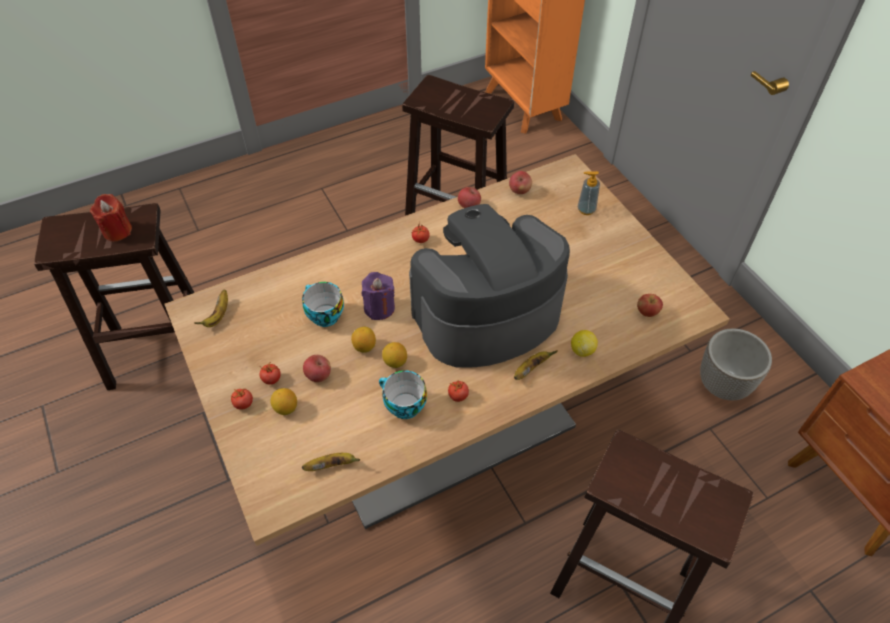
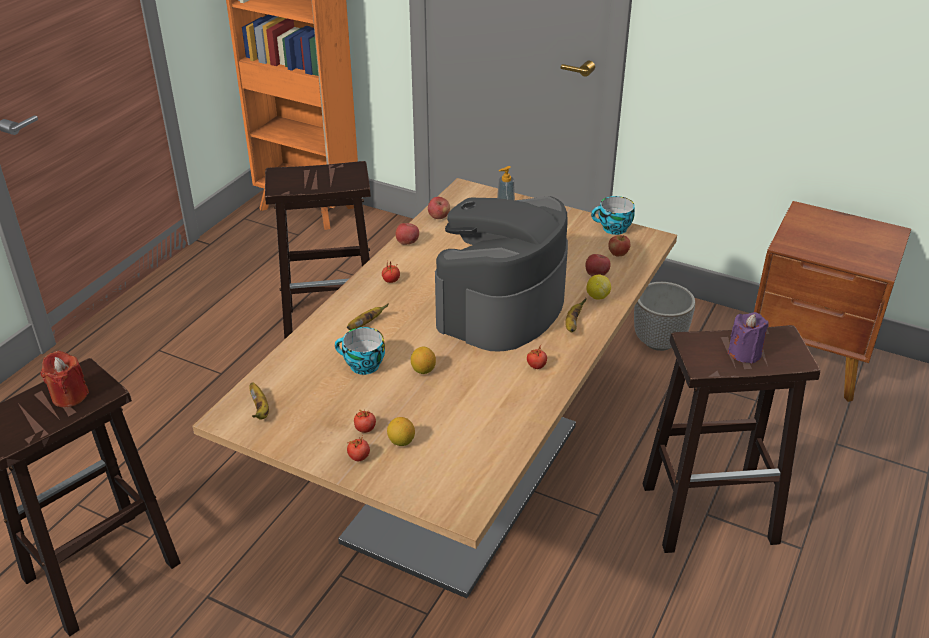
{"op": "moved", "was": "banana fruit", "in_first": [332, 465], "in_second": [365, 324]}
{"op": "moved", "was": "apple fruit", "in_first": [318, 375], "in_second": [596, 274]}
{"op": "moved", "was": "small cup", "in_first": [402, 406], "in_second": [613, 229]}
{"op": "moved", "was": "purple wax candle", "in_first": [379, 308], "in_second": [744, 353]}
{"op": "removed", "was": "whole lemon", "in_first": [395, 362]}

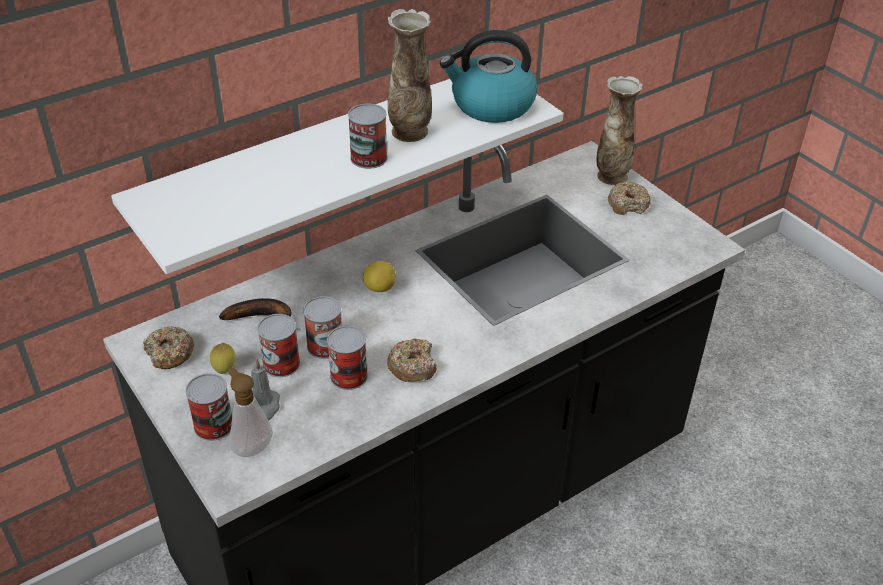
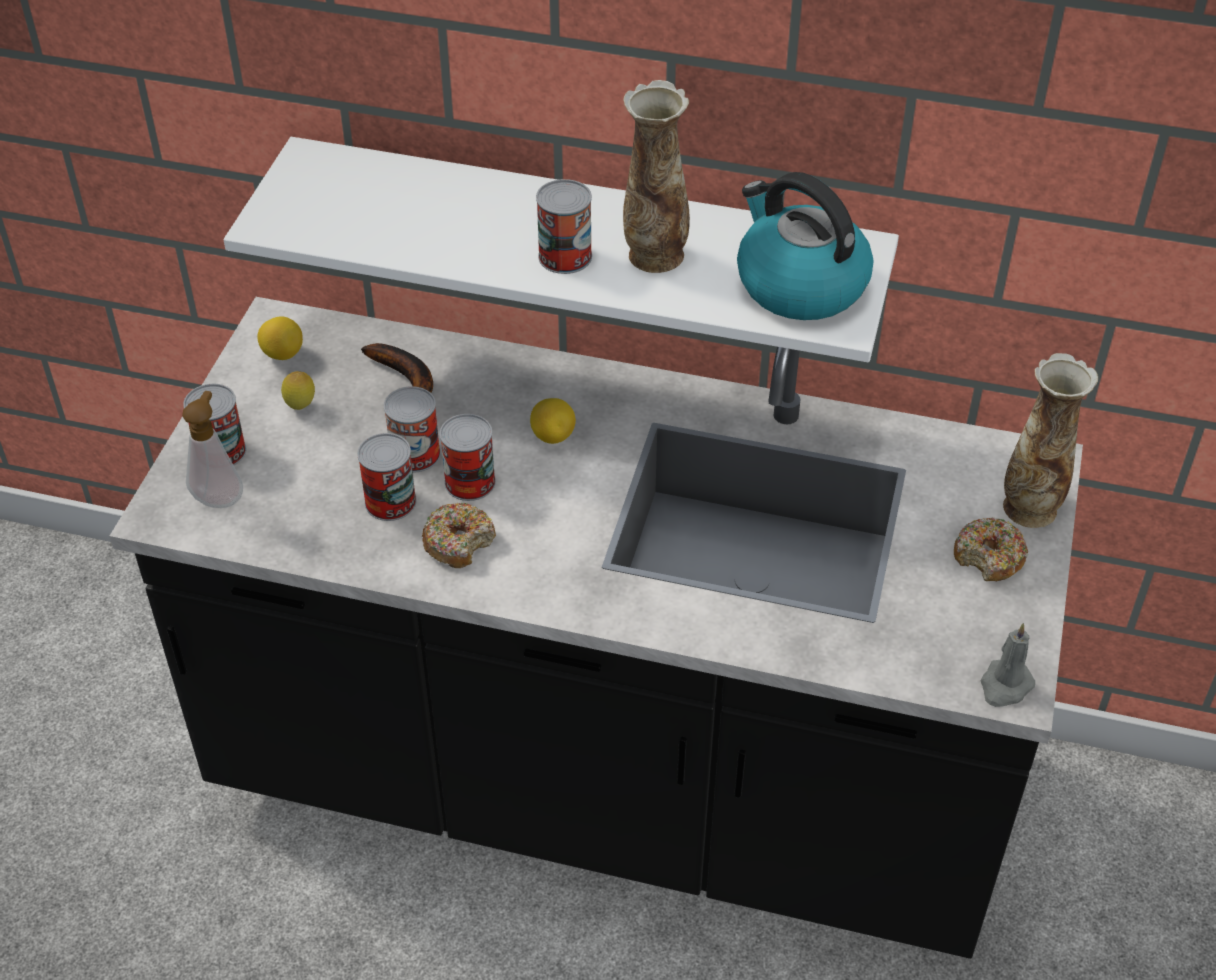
{"op": "replaced", "was": "doughnut", "now": "whole lemon", "in_first": [170, 354], "in_second": [282, 354]}
{"op": "moved", "was": "sealed can", "in_first": [281, 363], "in_second": [470, 482]}
{"op": "moved", "was": "gray wax candle", "in_first": [263, 406], "in_second": [1005, 686]}

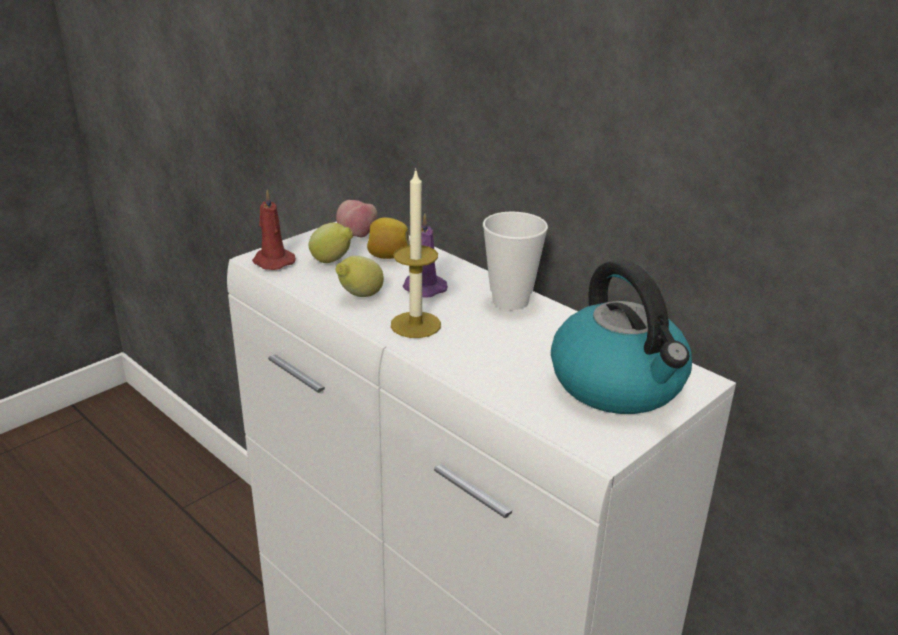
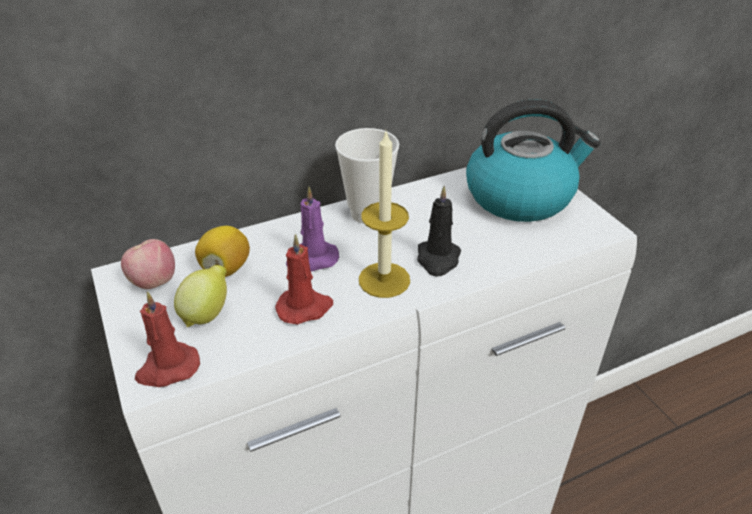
{"op": "replaced", "was": "whole lemon", "now": "red wax candle", "in_first": [359, 296], "in_second": [305, 308]}
{"op": "added", "now": "black-coloured wax candle", "in_second": [438, 259]}

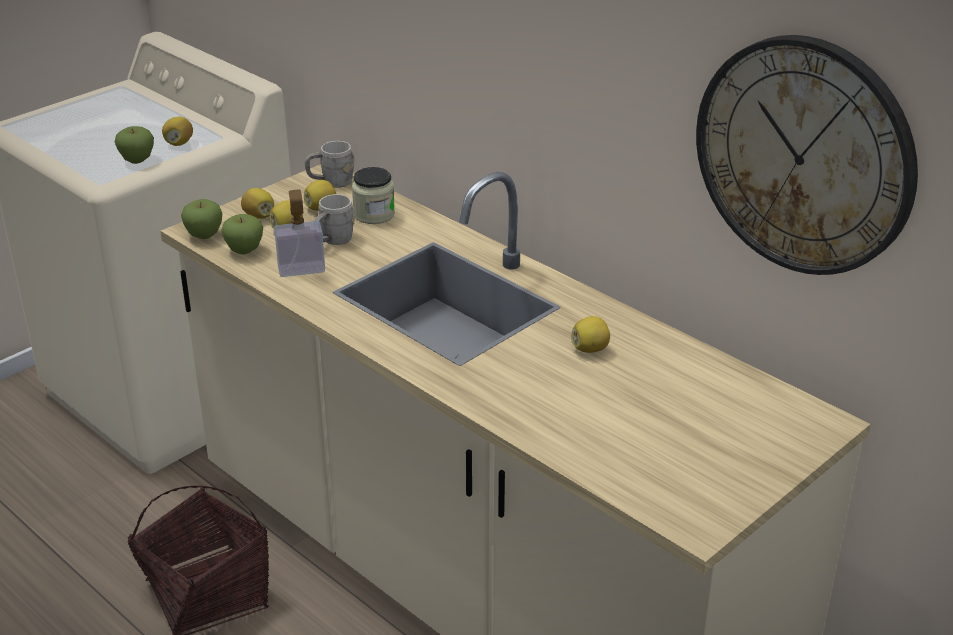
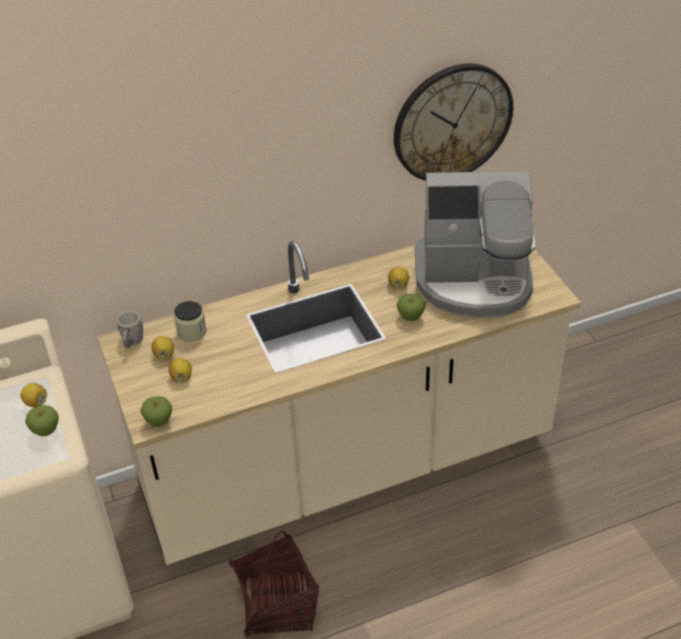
{"op": "moved", "was": "apple fruit", "in_first": [244, 250], "in_second": [410, 317]}
{"op": "added", "now": "coffee brewer", "in_second": [474, 280]}
{"op": "removed", "was": "whole lemon", "in_first": [259, 216]}
{"op": "removed", "was": "liquid soap bottle", "in_first": [301, 269]}
{"op": "removed", "was": "gray tea mug", "in_first": [333, 241]}

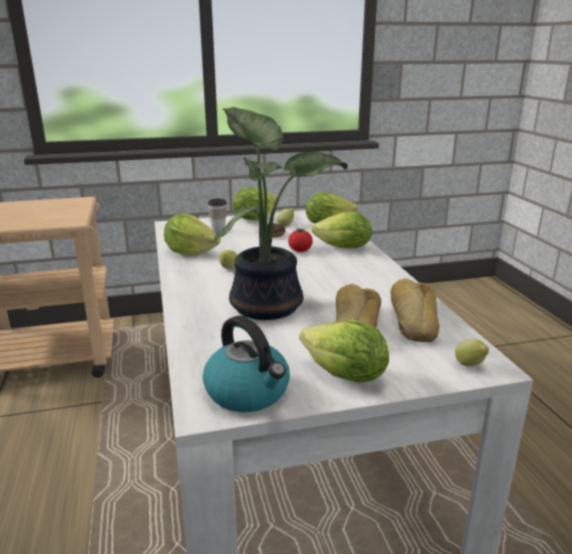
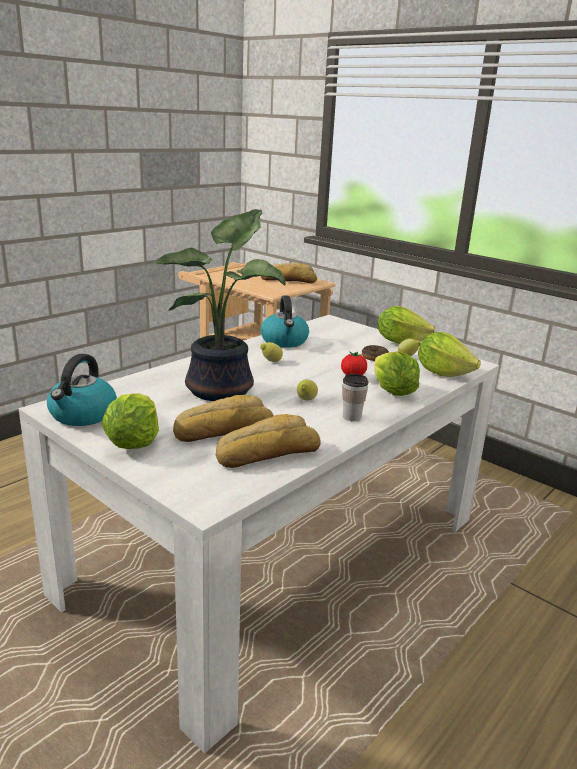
{"op": "added", "now": "baked bread", "in_second": [288, 280]}
{"op": "replaced", "was": "lettuce head", "now": "tea kettle", "in_first": [190, 252], "in_second": [284, 341]}
{"op": "moved", "was": "whole lemon", "in_first": [470, 366], "in_second": [306, 400]}
{"op": "moved", "was": "small cup", "in_first": [218, 230], "in_second": [352, 417]}

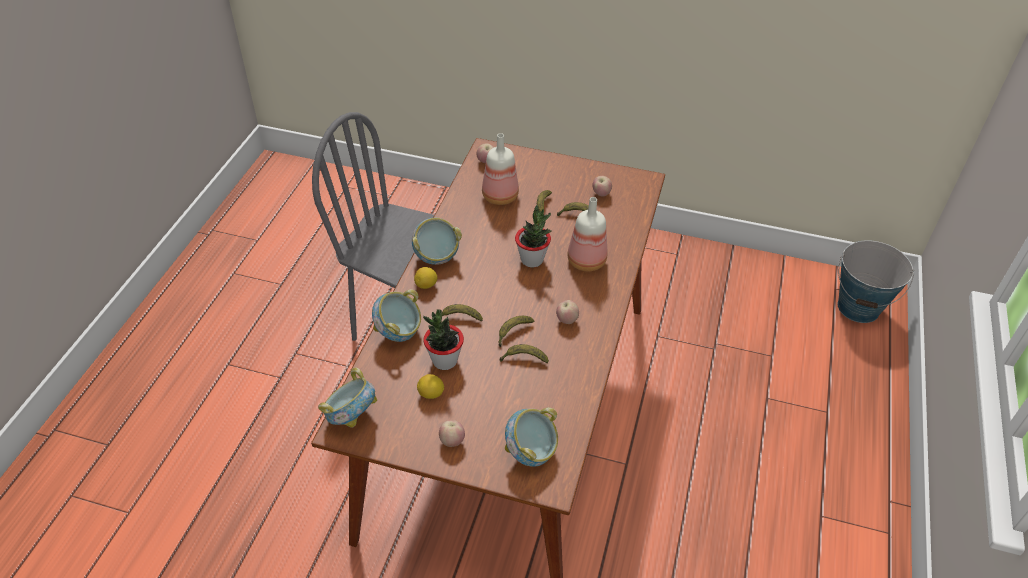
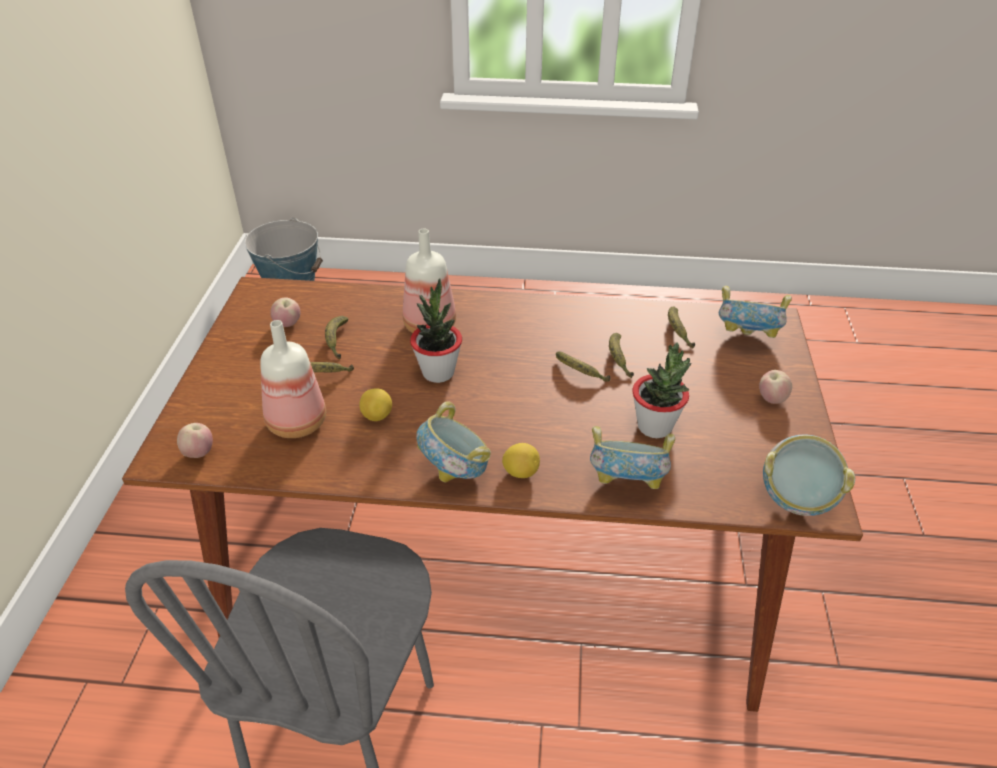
{"op": "moved", "was": "whole lemon", "in_first": [431, 394], "in_second": [377, 416]}
{"op": "moved", "was": "banana fruit", "in_first": [459, 318], "in_second": [677, 331]}
{"op": "removed", "was": "apple fruit", "in_first": [567, 320]}

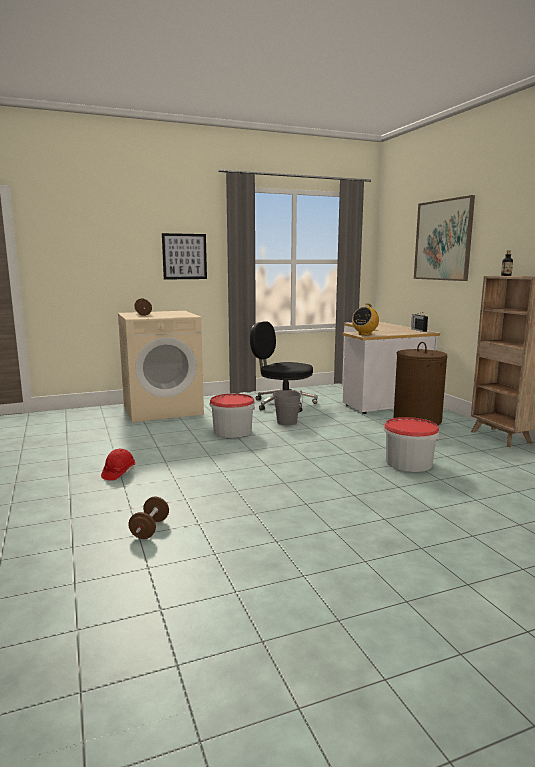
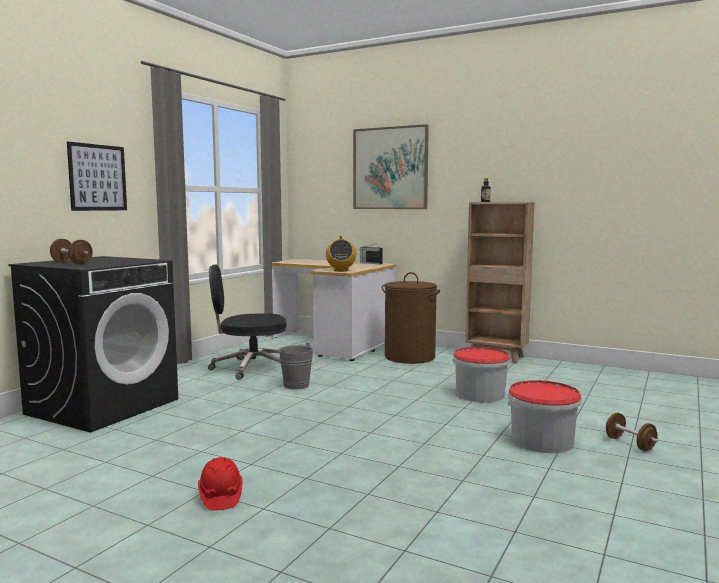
{"op": "recoloured", "was": "beige laundry machine", "now": "black-coloured laundry machine", "in_first": [163, 409], "in_second": [103, 406]}
{"op": "moved", "was": "bucket", "in_first": [232, 431], "in_second": [542, 441]}
{"op": "moved", "was": "brown hand weight", "in_first": [150, 529], "in_second": [630, 444]}

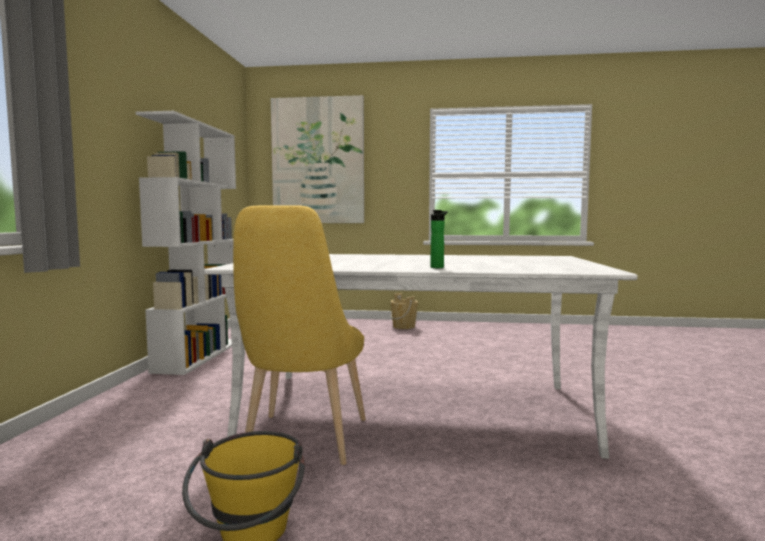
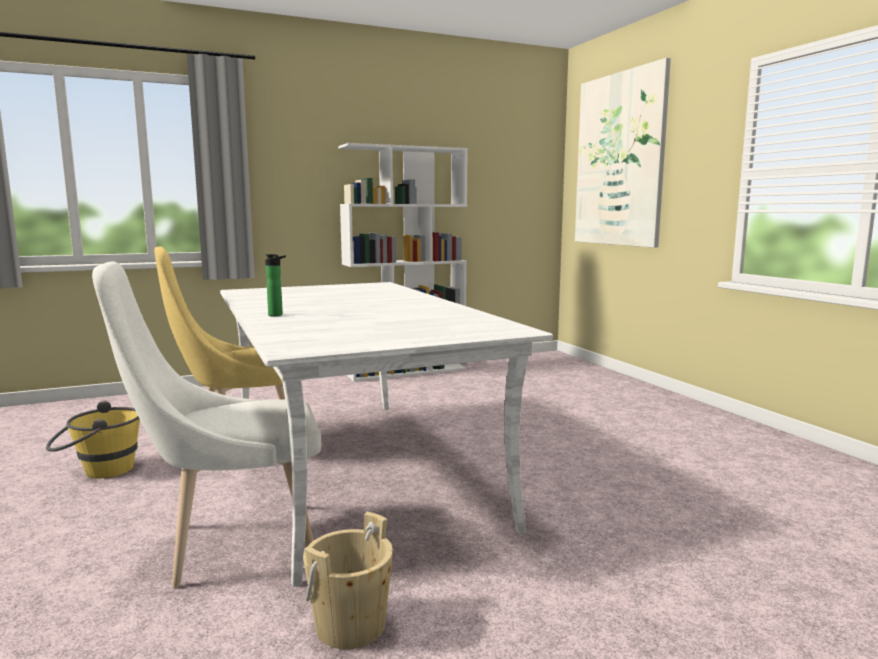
{"op": "added", "now": "whitish plain chair", "in_second": [232, 545]}
{"op": "moved", "was": "beige bucket", "in_first": [404, 326], "in_second": [350, 626]}

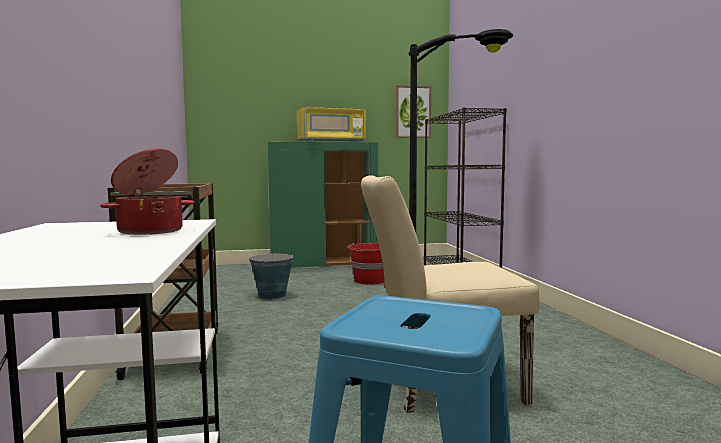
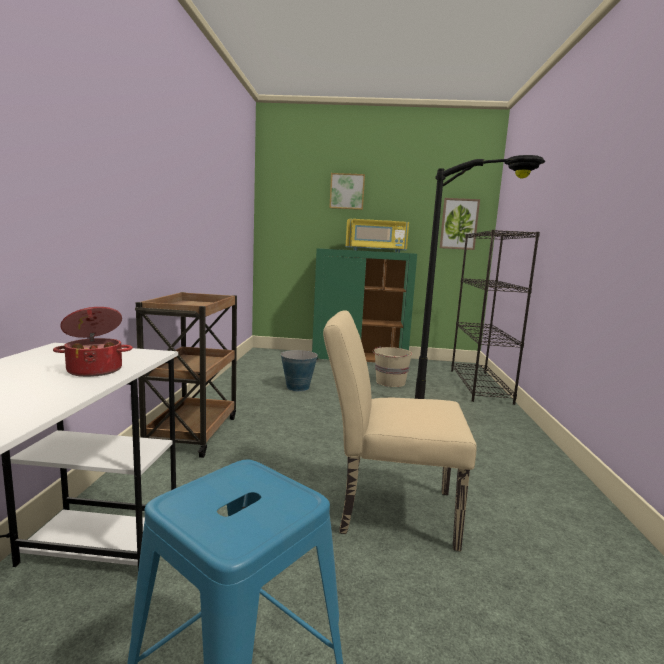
{"op": "added", "now": "wall art", "in_second": [347, 191]}
{"op": "recoloured", "was": "red bucket", "now": "beige bucket", "in_first": [369, 281], "in_second": [390, 382]}

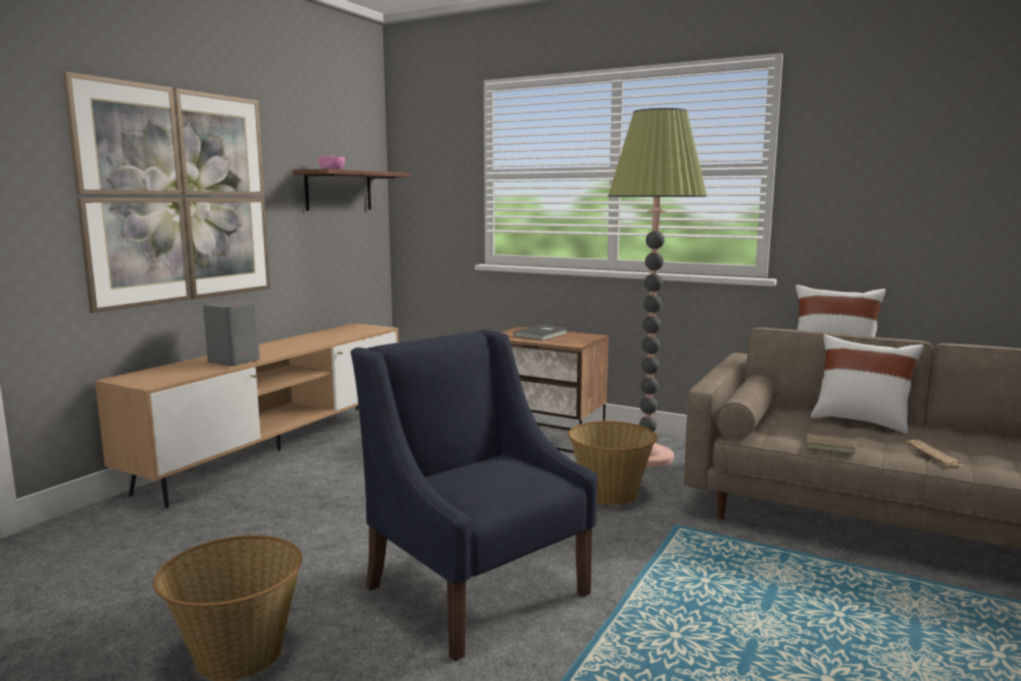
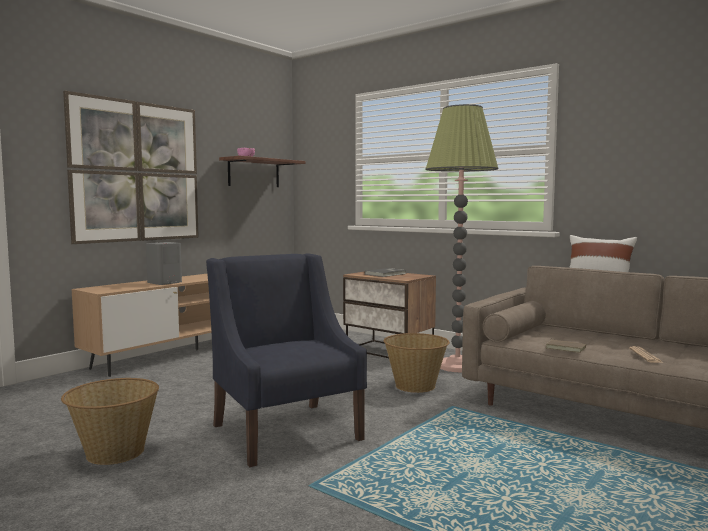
{"op": "removed", "was": "whitish cushion", "in_first": [861, 421]}

